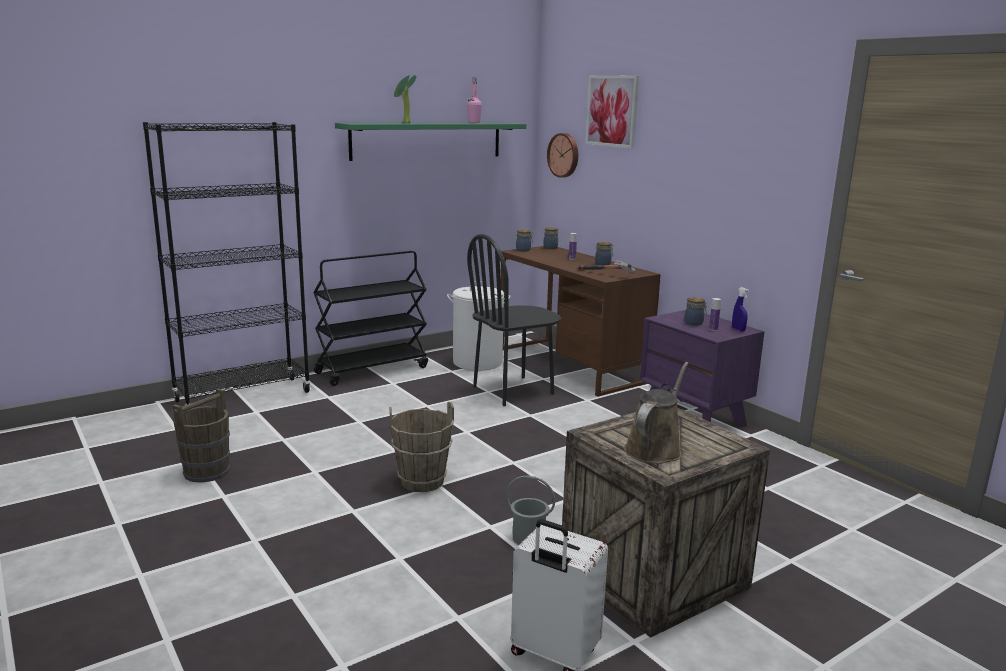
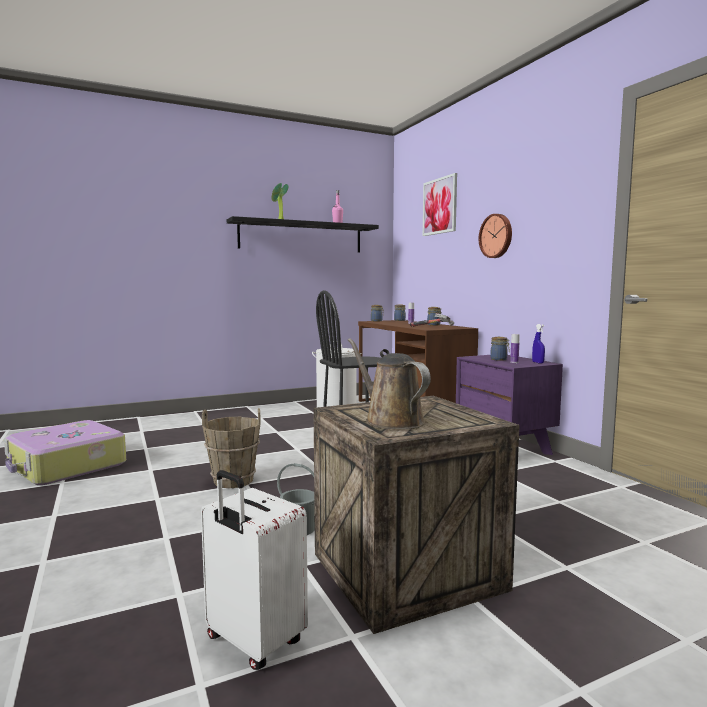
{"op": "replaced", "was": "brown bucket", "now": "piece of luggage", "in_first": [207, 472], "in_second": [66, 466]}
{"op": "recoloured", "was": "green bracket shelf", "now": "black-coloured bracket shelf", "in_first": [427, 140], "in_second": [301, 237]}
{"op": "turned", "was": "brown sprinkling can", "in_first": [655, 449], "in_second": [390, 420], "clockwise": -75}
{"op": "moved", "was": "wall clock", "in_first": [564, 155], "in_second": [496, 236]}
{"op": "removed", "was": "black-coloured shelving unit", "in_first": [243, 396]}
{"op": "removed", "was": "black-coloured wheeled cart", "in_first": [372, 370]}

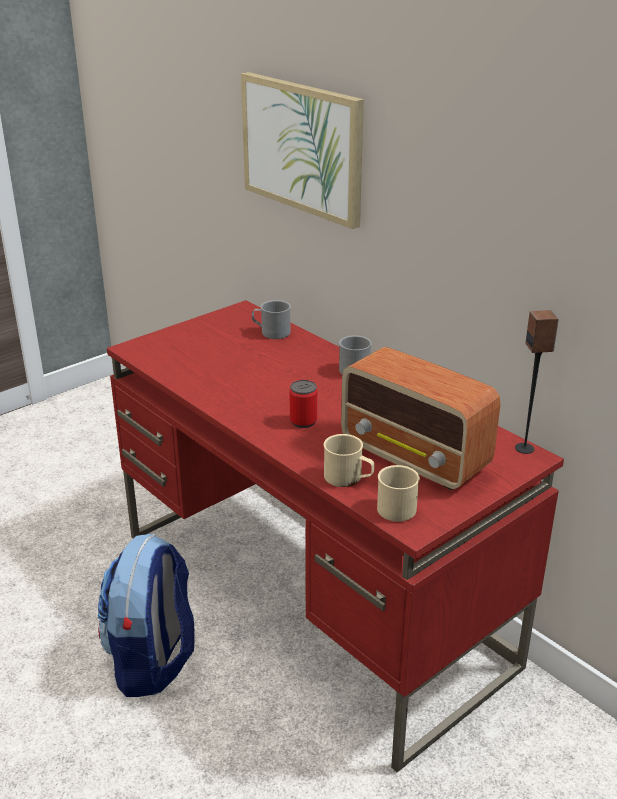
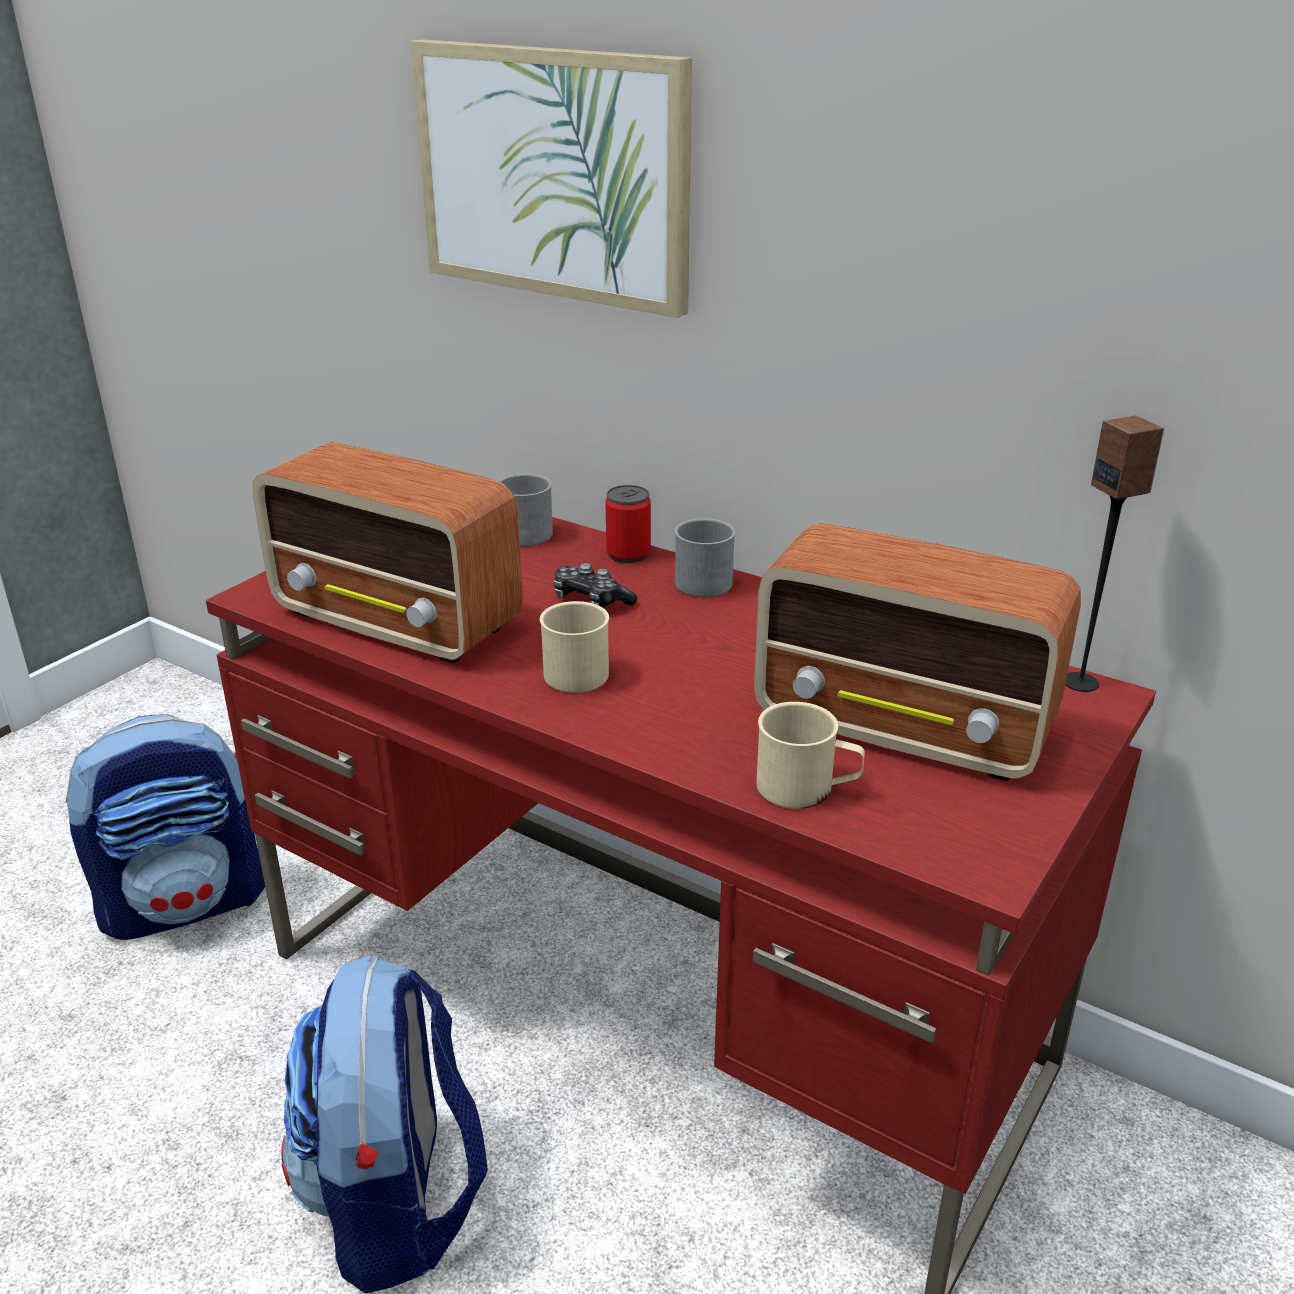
{"op": "added", "now": "rucksack", "in_second": [186, 903]}
{"op": "added", "now": "radio", "in_second": [399, 622]}
{"op": "moved", "was": "beige tea mug", "in_first": [398, 506], "in_second": [577, 670]}
{"op": "added", "now": "joypad", "in_second": [591, 601]}
{"op": "moved", "was": "sealed can", "in_first": [303, 421], "in_second": [628, 554]}

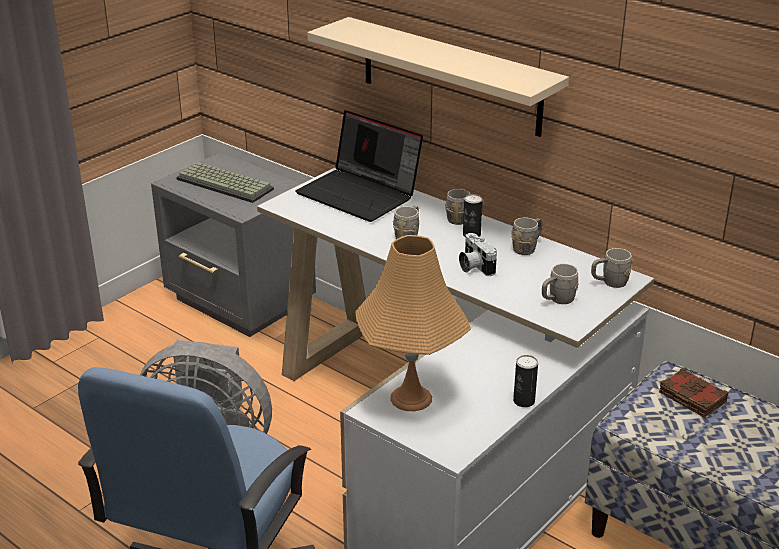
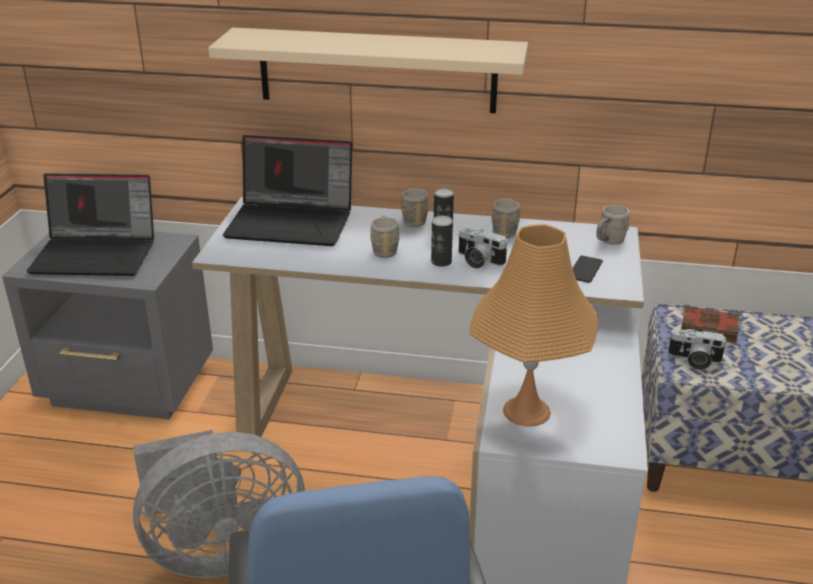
{"op": "replaced", "was": "computer keyboard", "now": "portable computer", "in_first": [226, 184], "in_second": [97, 254]}
{"op": "moved", "was": "sealed can", "in_first": [524, 401], "in_second": [441, 262]}
{"op": "replaced", "was": "gray tea mug", "now": "phone", "in_first": [557, 300], "in_second": [585, 269]}
{"op": "added", "now": "photo camera", "in_second": [694, 360]}

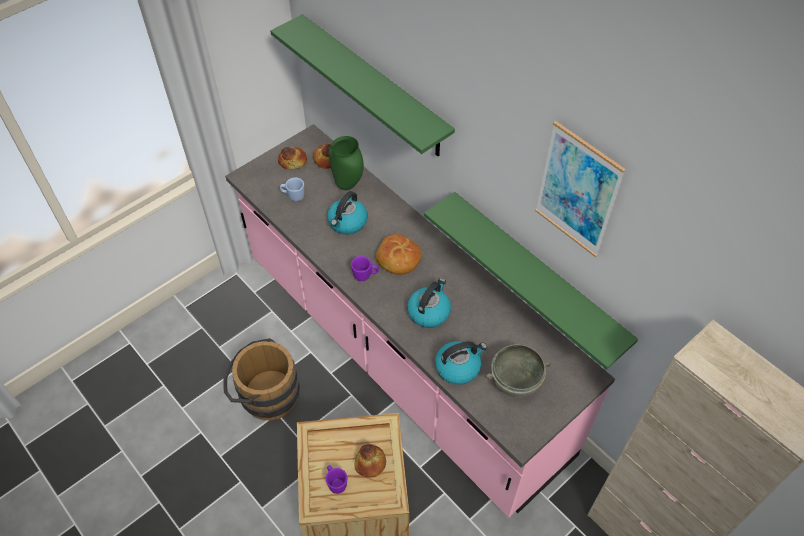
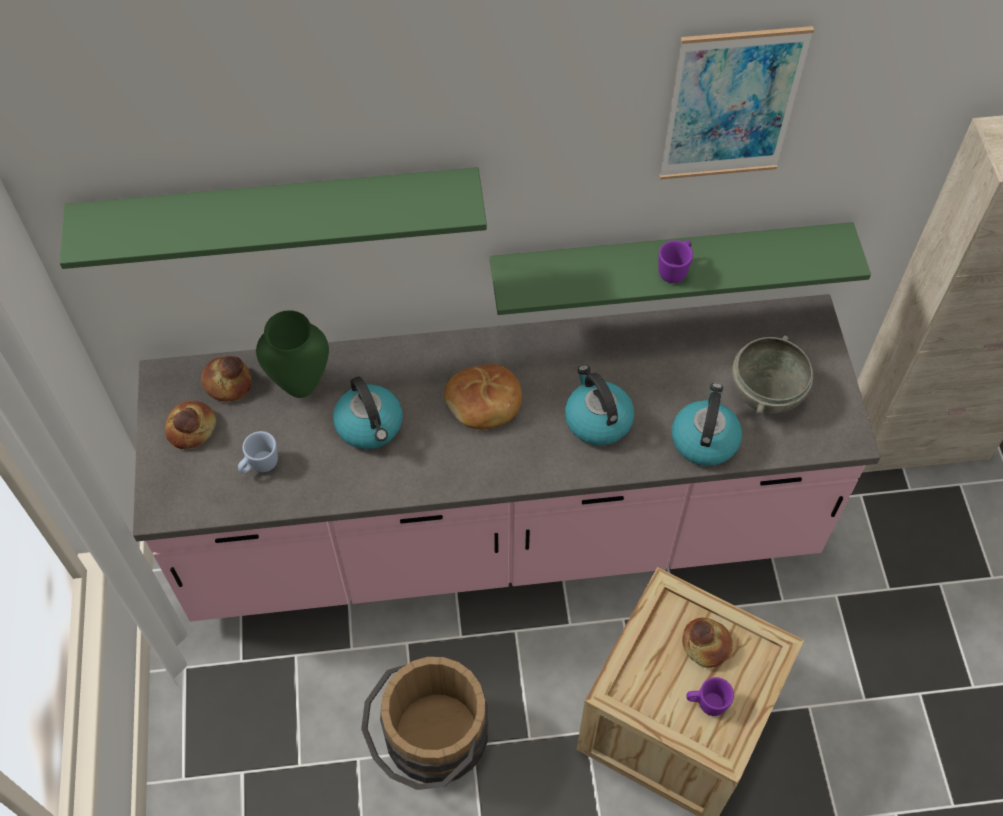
{"op": "moved", "was": "purple tea mug", "in_first": [365, 275], "in_second": [675, 270]}

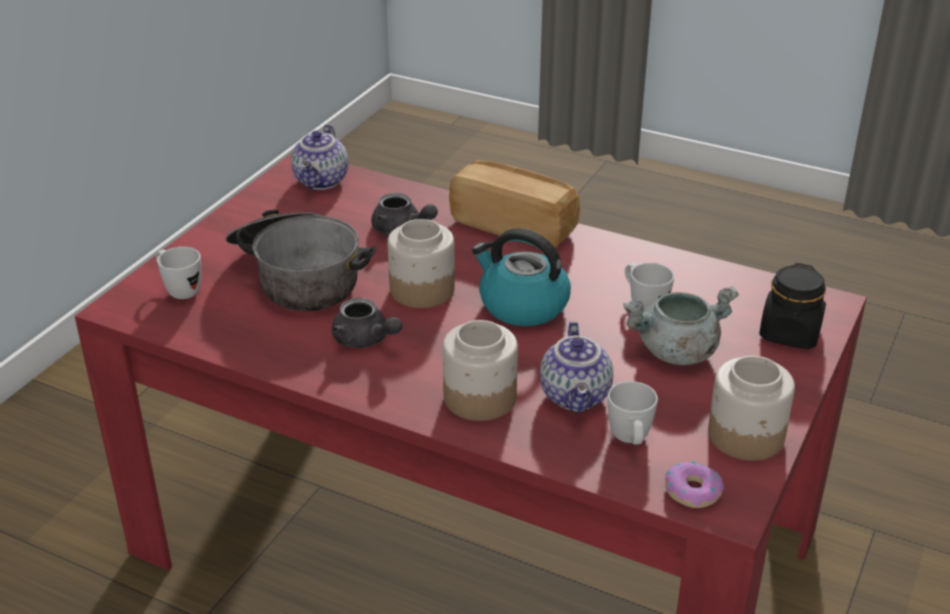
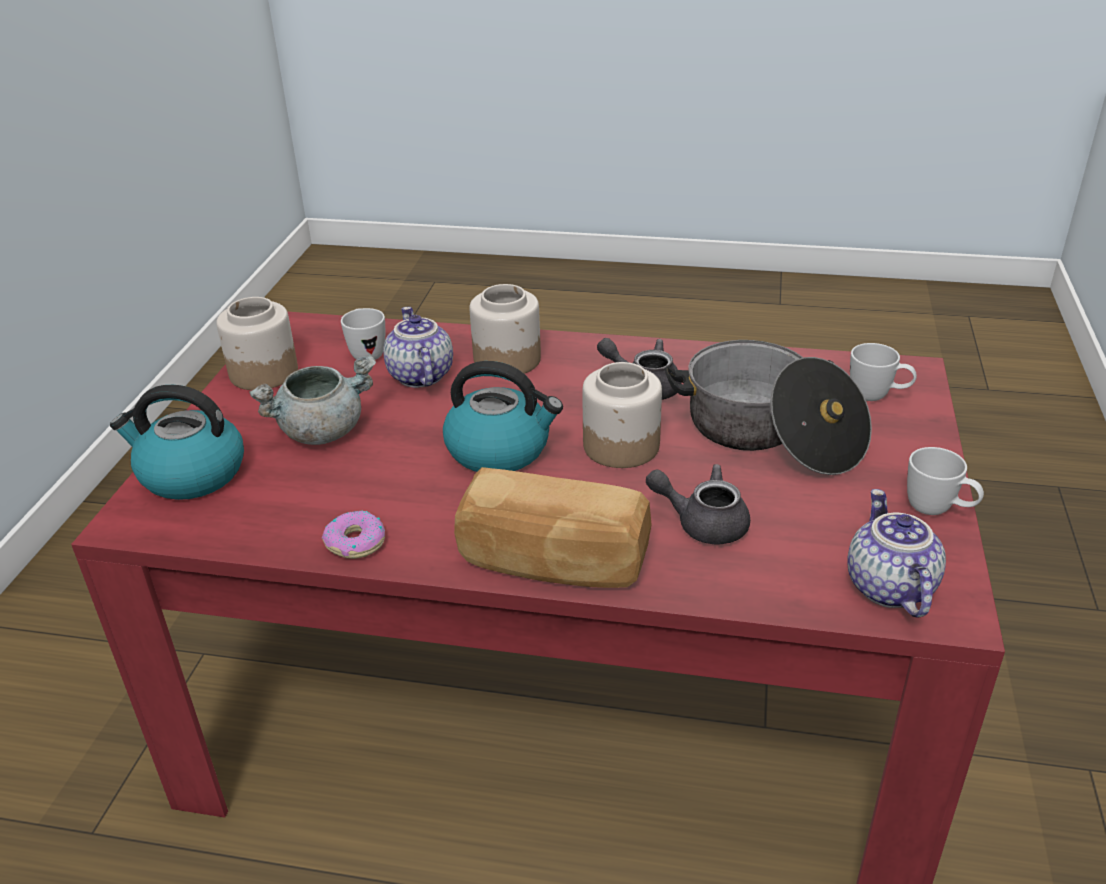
{"op": "replaced", "was": "black-coloured storage jar", "now": "tea kettle", "in_first": [790, 333], "in_second": [190, 474]}
{"op": "moved", "was": "doughnut", "in_first": [692, 491], "in_second": [355, 542]}
{"op": "moved", "was": "whitish tea mug", "in_first": [643, 306], "in_second": [938, 511]}

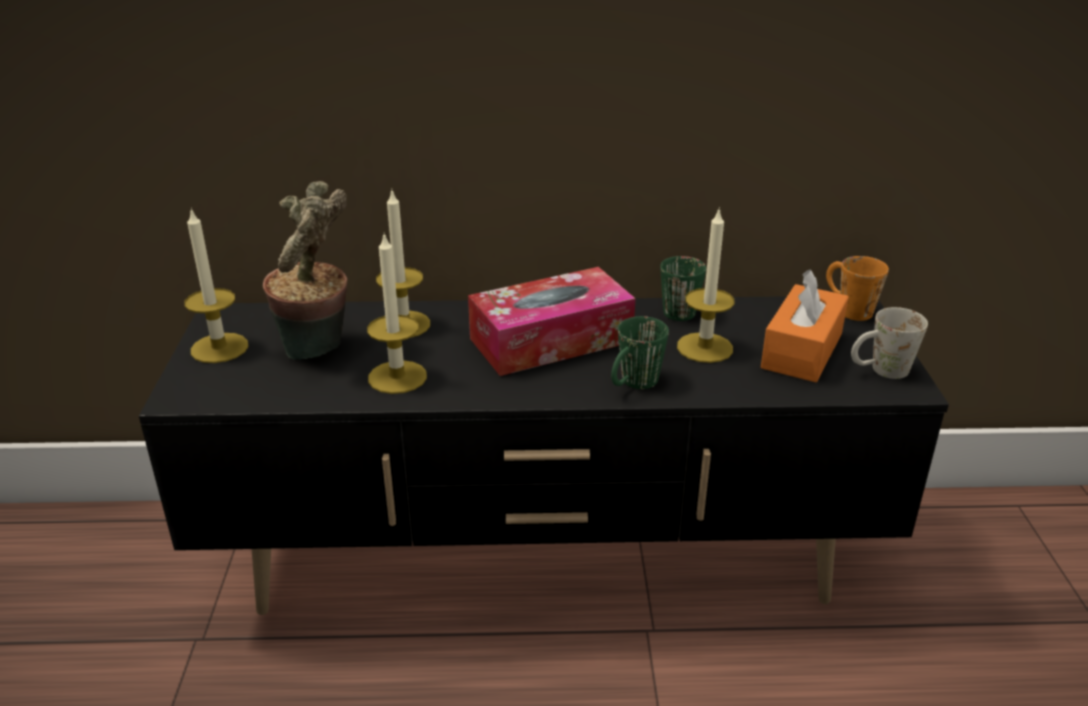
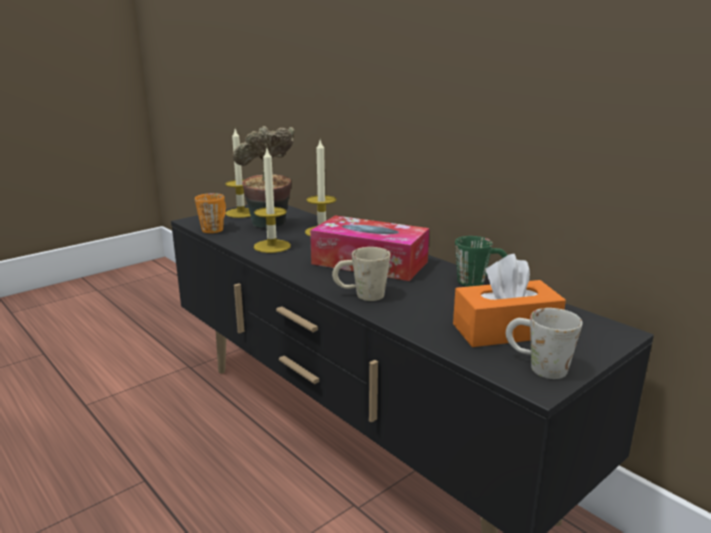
{"op": "moved", "was": "orangey tea mug", "in_first": [847, 308], "in_second": [215, 228]}
{"op": "recoloured", "was": "green tea mug", "now": "beige tea mug", "in_first": [633, 385], "in_second": [361, 295]}
{"op": "removed", "was": "wax candle", "in_first": [704, 347]}

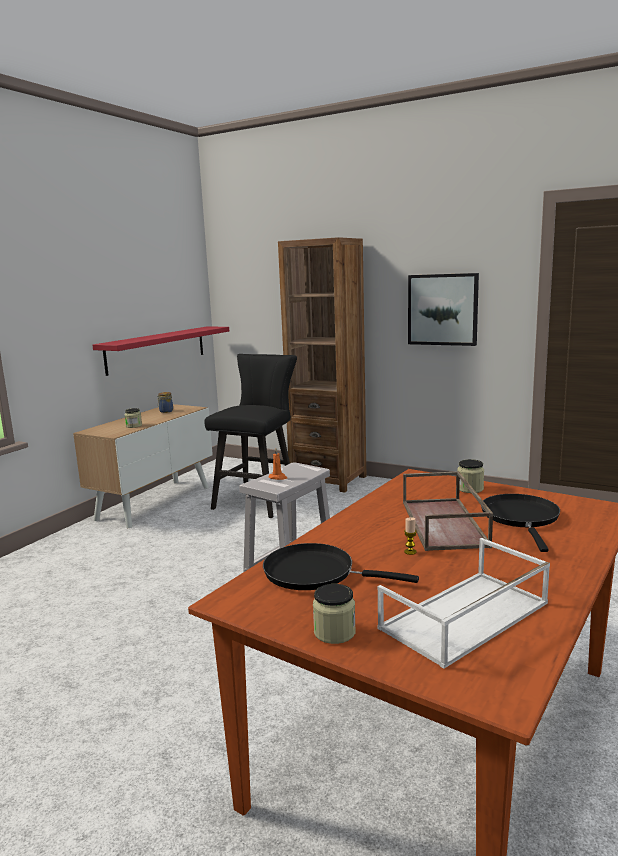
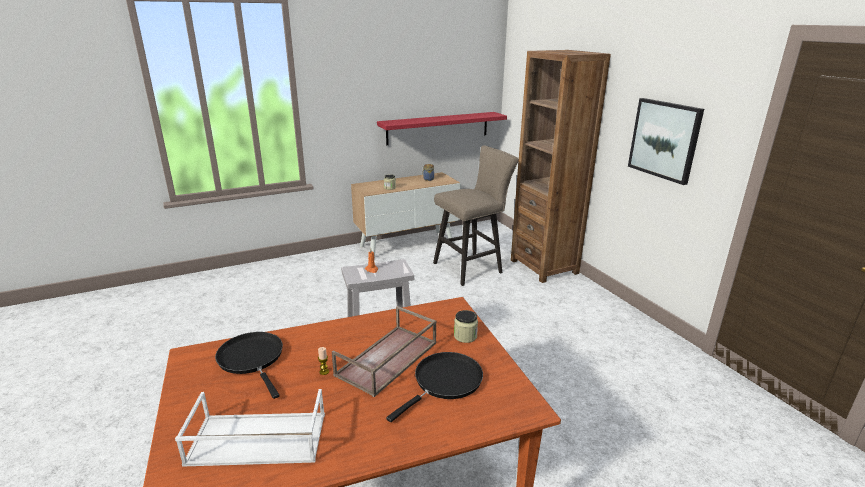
{"op": "recoloured", "was": "black-coloured stool", "now": "beige stool", "in_first": [259, 500], "in_second": [472, 267]}
{"op": "removed", "was": "storage jar", "in_first": [334, 632]}

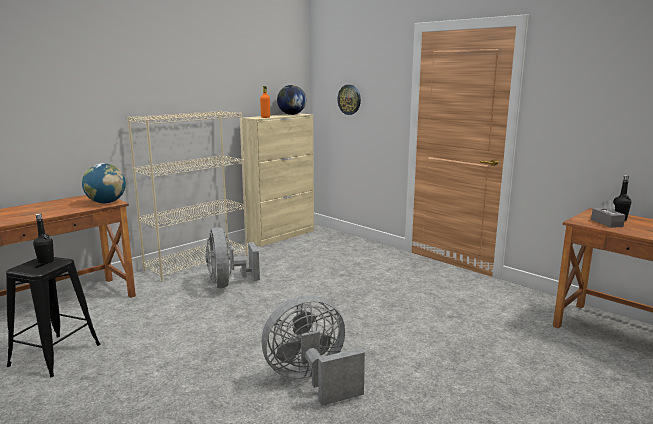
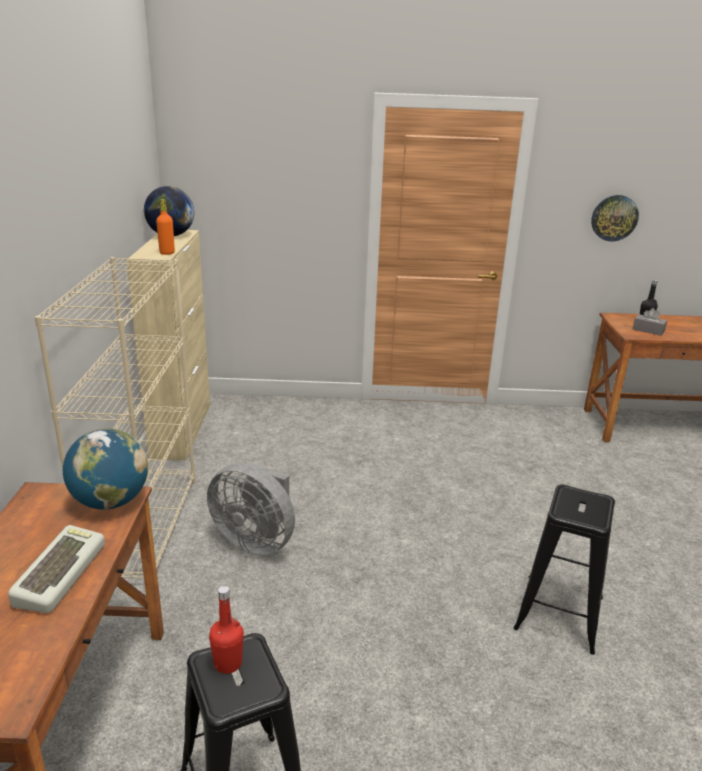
{"op": "added", "now": "computer keyboard", "in_second": [59, 573]}
{"op": "recoloured", "was": "black-coloured bottle", "now": "red bottle", "in_first": [46, 261], "in_second": [228, 663]}
{"op": "replaced", "was": "gray electric fan", "now": "black-coloured stool", "in_first": [311, 380], "in_second": [559, 612]}
{"op": "moved", "was": "wall clock", "in_first": [349, 99], "in_second": [614, 218]}

